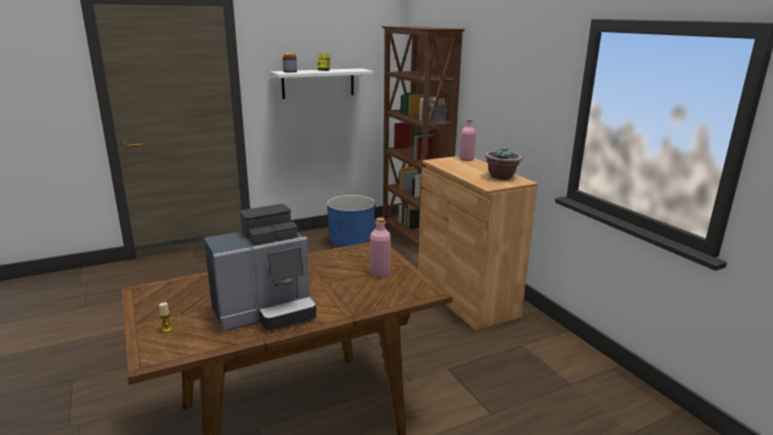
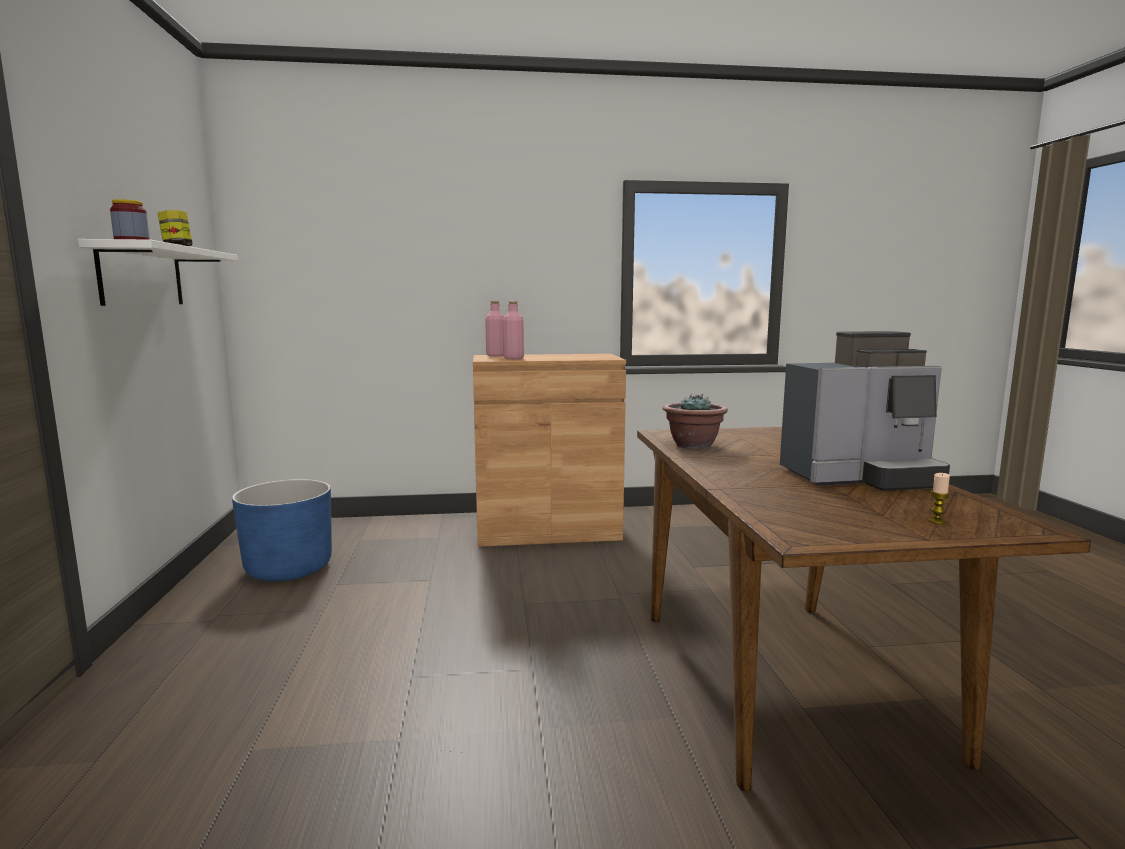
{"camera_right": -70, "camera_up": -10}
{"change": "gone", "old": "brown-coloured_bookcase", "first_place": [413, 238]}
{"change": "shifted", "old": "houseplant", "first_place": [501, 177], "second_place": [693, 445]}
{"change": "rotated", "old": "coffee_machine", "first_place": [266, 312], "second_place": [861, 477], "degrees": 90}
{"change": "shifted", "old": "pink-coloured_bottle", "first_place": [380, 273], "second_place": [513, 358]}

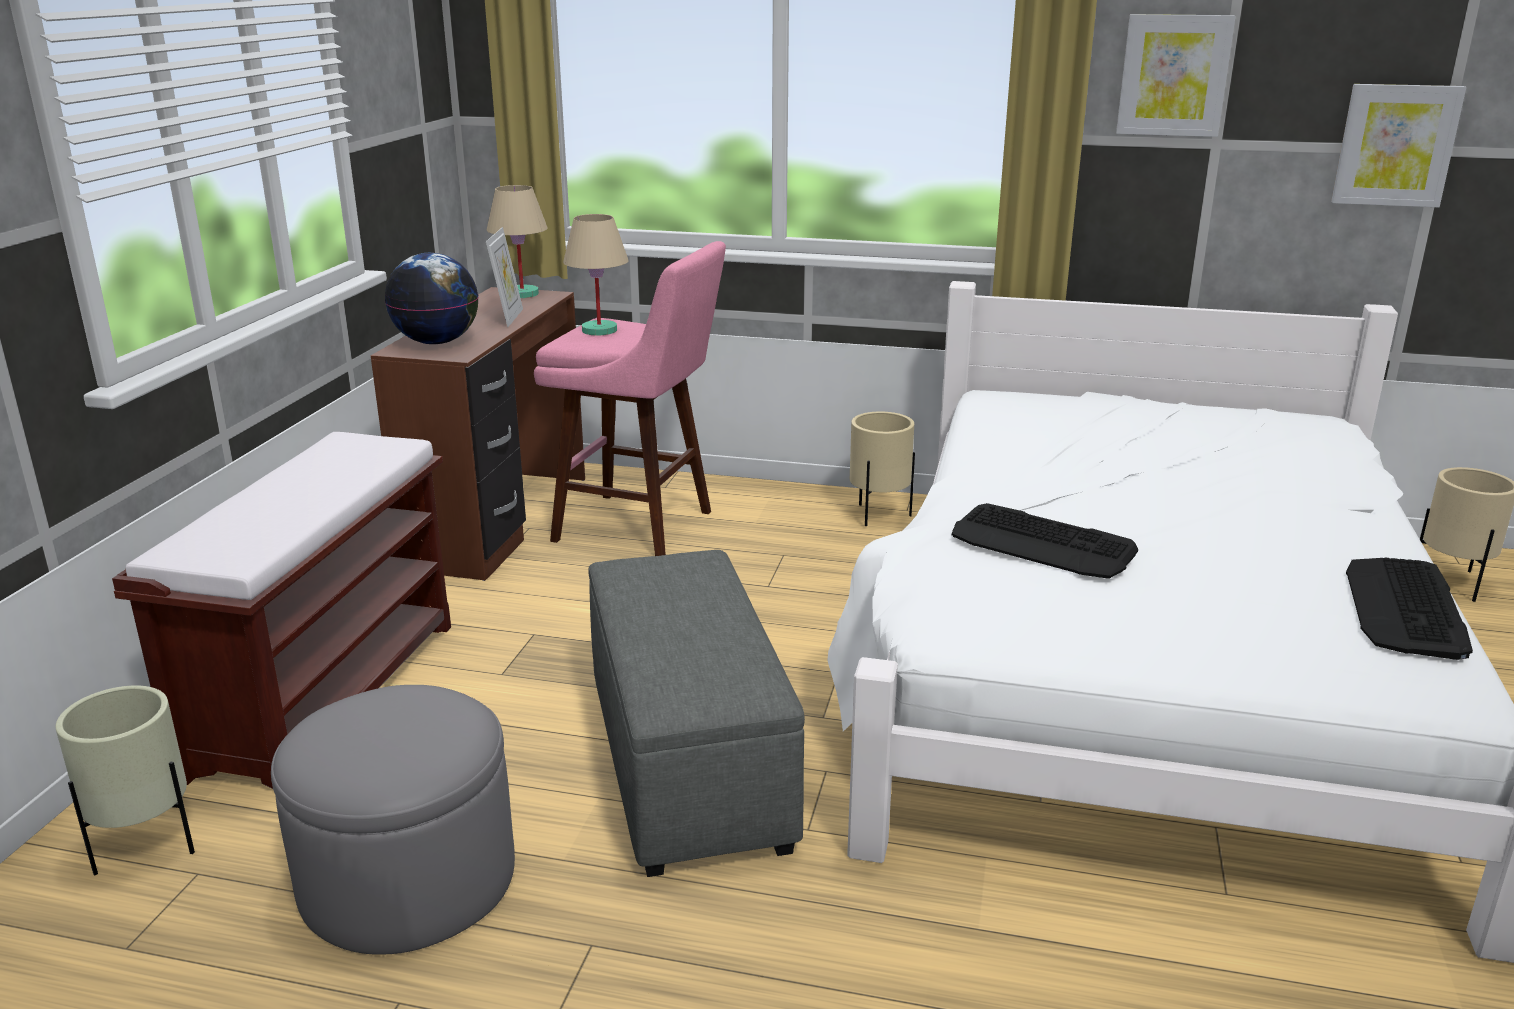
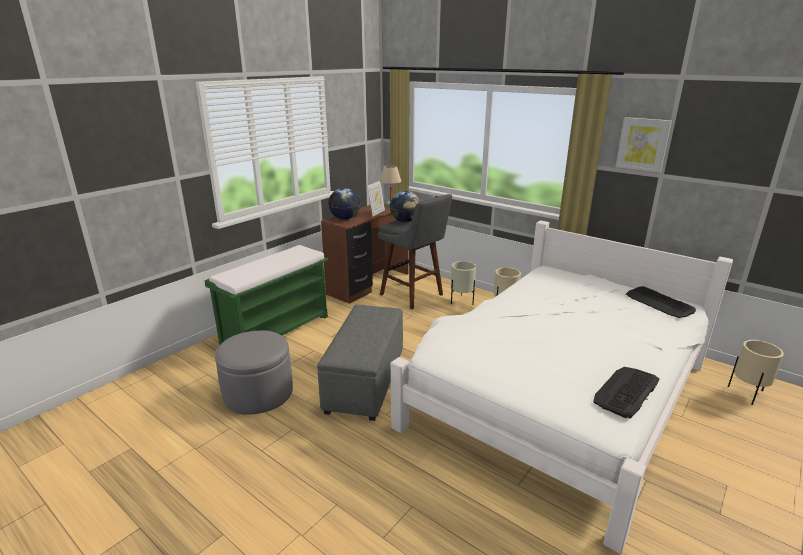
{"camera_right": 25, "camera_up": 0}
{"change": "gone", "old": "picture", "first_place": [1395, 145]}
{"change": "swapped", "old": "beige-coloured_lamp_for_a_table", "new": "world_globe", "first_place": [600, 330], "second_place": [405, 221]}
{"change": "repainted", "old": "pink-coloured_sitting_stool", "new": "gray_sitting_stool", "first_place": [641, 527], "second_place": [413, 295]}
{"change": "repainted", "old": "brown-coloured_indoor_bench", "new": "greenish_indoor_bench", "first_place": [327, 695], "second_place": [277, 330]}
{"change": "shifted", "old": "computer_keyboard", "first_place": [1042, 544], "second_place": [659, 303]}
{"change": "shifted", "old": "beige-coloured_flower_pot", "first_place": [145, 847], "second_place": [461, 301]}

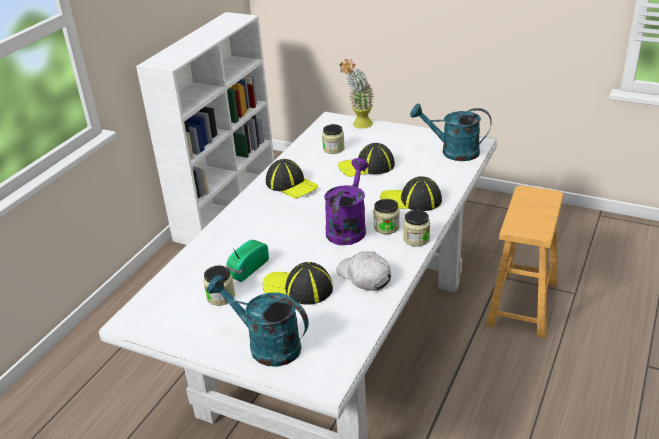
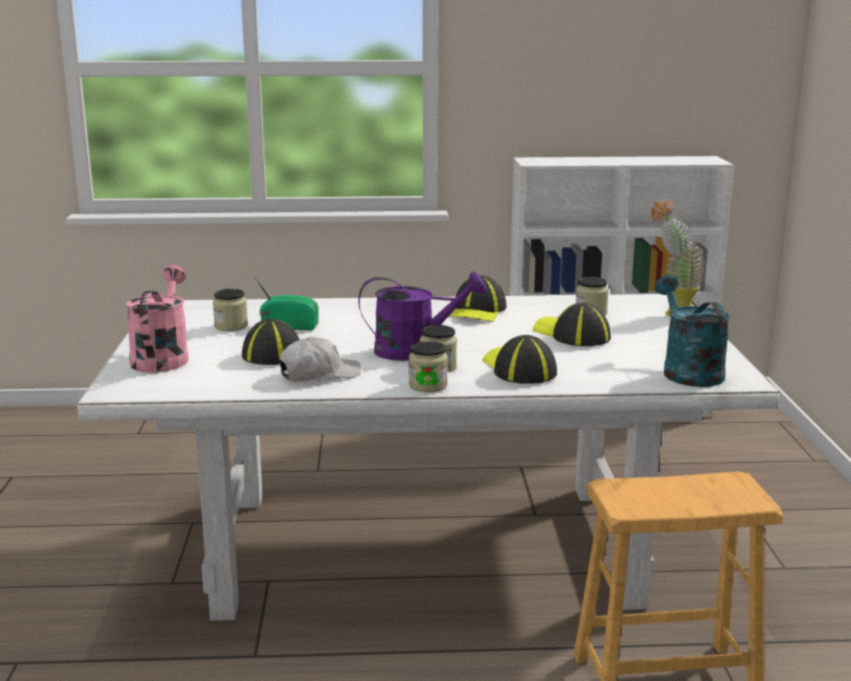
{"camera_right": 60, "camera_up": -15}
{"change": "rotated", "old": "white-coloured_baseball_cap", "first_place": [364, 277], "second_place": [319, 374], "degrees": 45}
{"change": "repainted", "old": "turquoise_sprinkling_can", "new": "pink-coloured_sprinkling_can", "first_place": [266, 345], "second_place": [162, 357]}

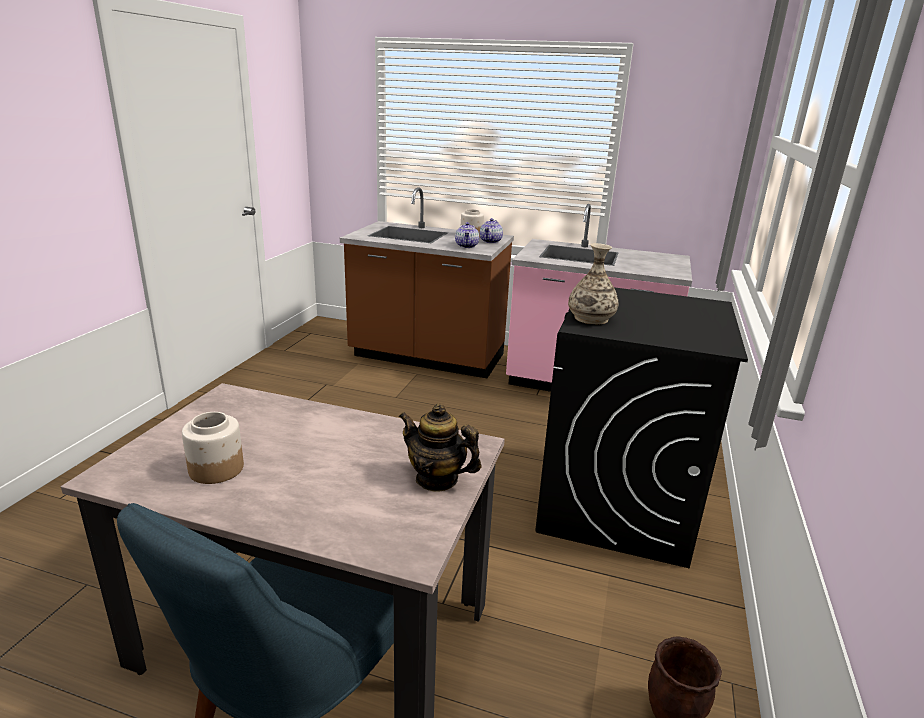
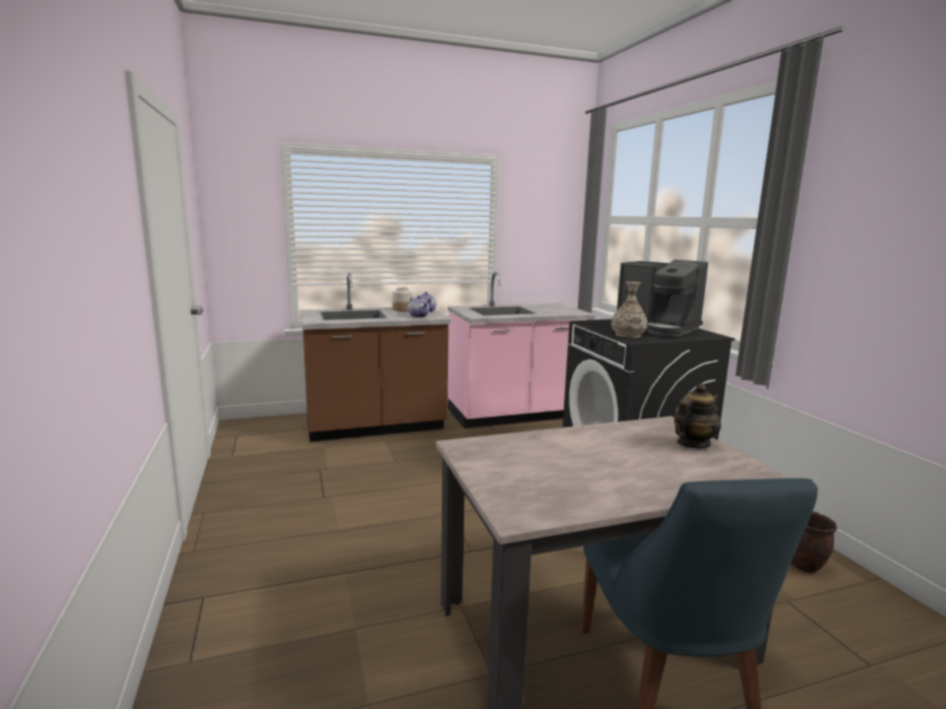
{"camera_right": -35, "camera_up": -10}
{"change": "rotated", "old": "teapot", "first_place": [437, 479], "second_place": [693, 443], "degrees": 150}
{"change": "gone", "old": "jar", "first_place": [216, 469]}
{"change": "new", "new": "coffee_machine", "second_place": [658, 328]}

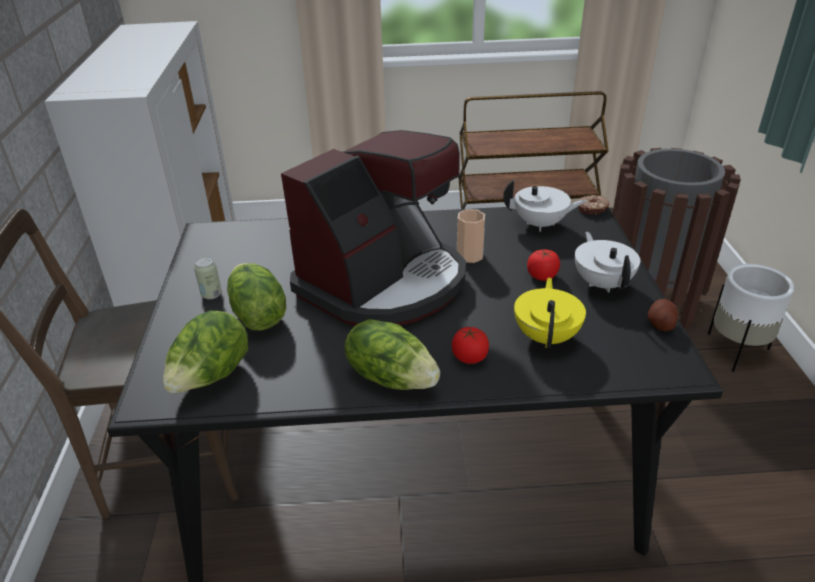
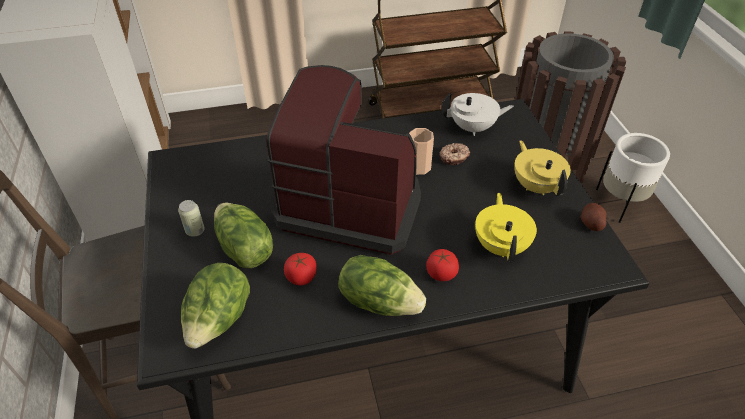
{"camera_right": -10, "camera_up": 10}
{"change": "rotated", "old": "coffee_machine", "first_place": [384, 283], "second_place": [350, 203], "degrees": -105}
{"change": "shifted", "old": "ring_doughnut", "first_place": [592, 209], "second_place": [454, 158]}
{"change": "repainted", "old": "white-coloured_teapot", "new": "yellow-coloured_teapot", "first_place": [602, 283], "second_place": [536, 186]}
{"change": "shifted", "old": "tomato", "first_place": [542, 276], "second_place": [301, 277]}

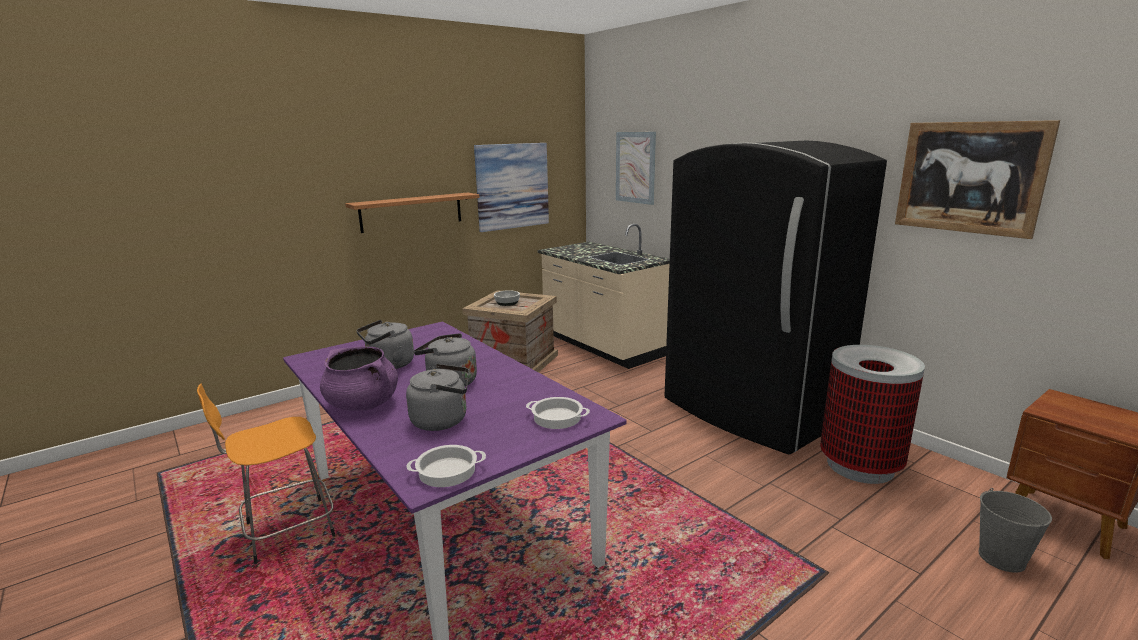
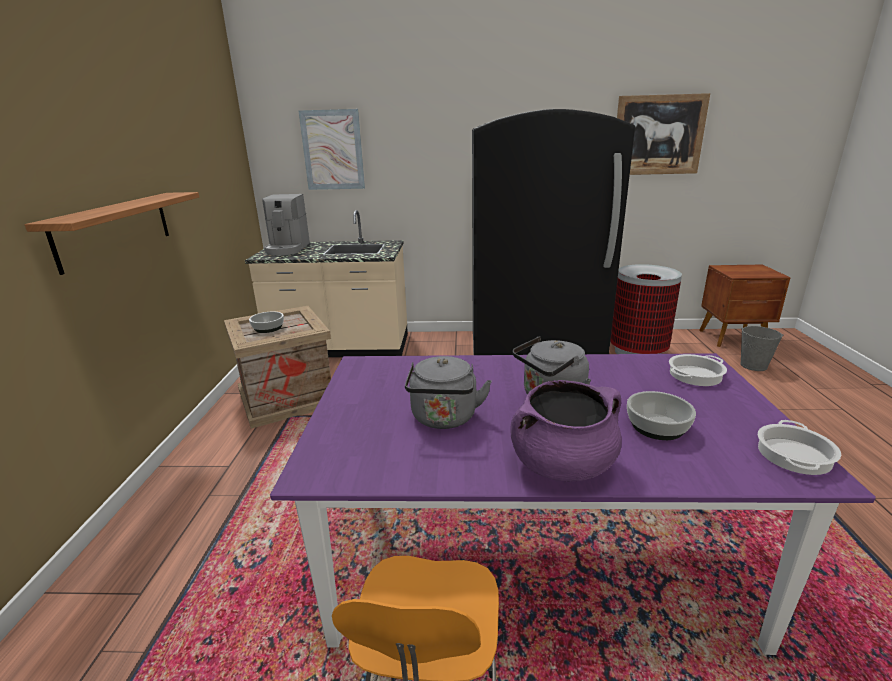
{"camera_right": -50, "camera_up": 5}
{"change": "gone", "old": "picture", "first_place": [512, 186]}
{"change": "swapped", "old": "gray_tea_kettle", "new": "bowl", "first_place": [443, 420], "second_place": [658, 426]}
{"change": "new", "new": "coffee_machine", "second_place": [287, 249]}

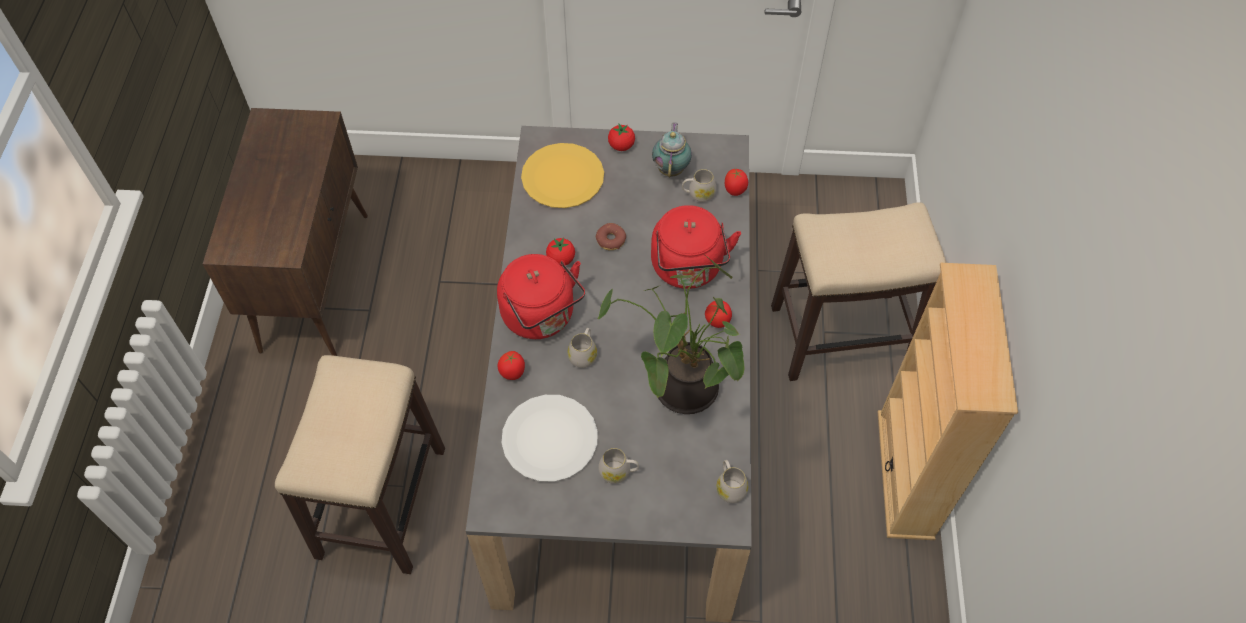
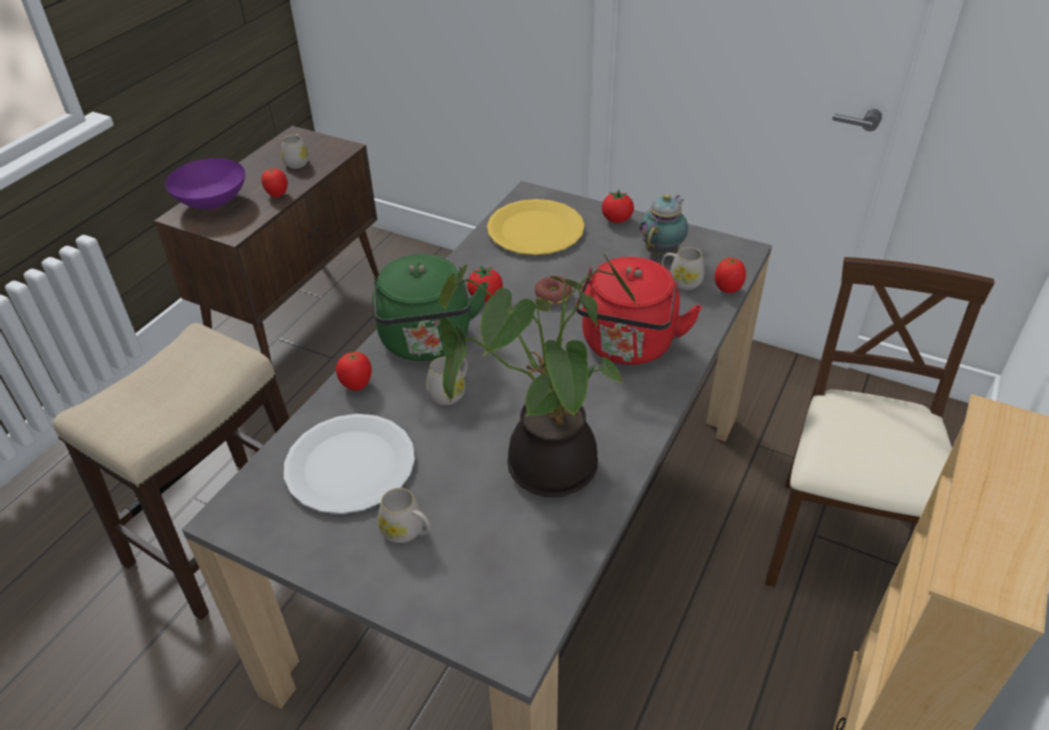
{"camera_right": 25, "camera_up": -15}
{"change": "swapped", "old": "sitting_stool", "new": "beige-coloured_chair", "first_place": [842, 335], "second_place": [838, 546]}
{"change": "repainted", "old": "red_tea_kettle", "new": "greenish_tea_kettle", "first_place": [541, 317], "second_place": [427, 342]}
{"change": "shifted", "old": "tomato", "first_place": [717, 322], "second_place": [277, 195]}
{"change": "shifted", "old": "white-coloured_tea_mug", "first_place": [729, 487], "second_place": [298, 161]}
{"change": "new", "new": "purple-coloured_bowl", "second_place": [211, 202]}

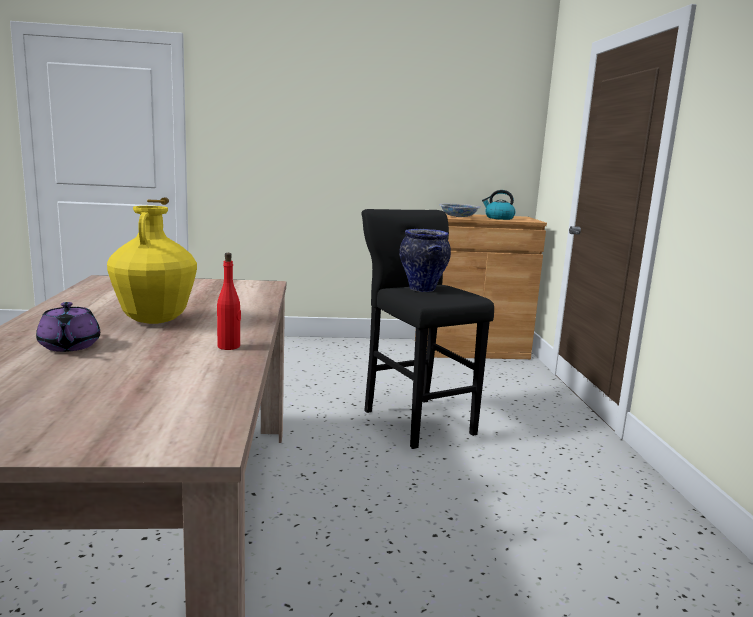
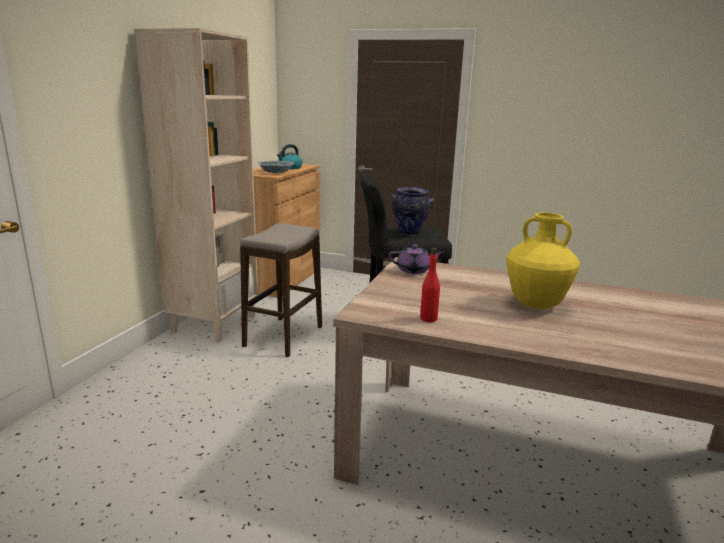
{"camera_right": -65, "camera_up": 5}
{"change": "shifted", "old": "red_bottle", "first_place": [229, 346], "second_place": [428, 319]}
{"change": "shifted", "old": "purple-coloured_teapot", "first_place": [69, 346], "second_place": [414, 270]}
{"change": "new", "new": "beige-coloured_bookcase", "second_place": [214, 323]}
{"change": "new", "new": "sitting_stool", "second_place": [283, 337]}

